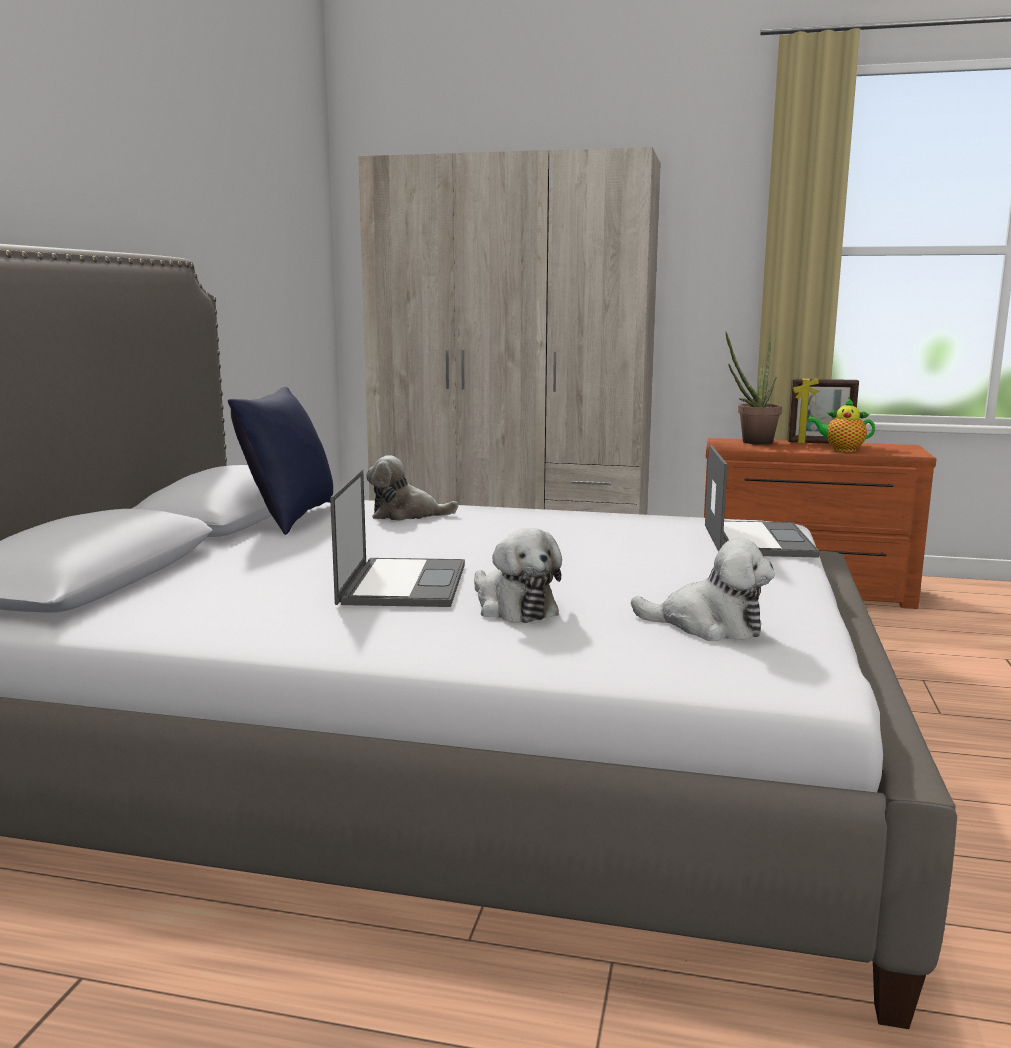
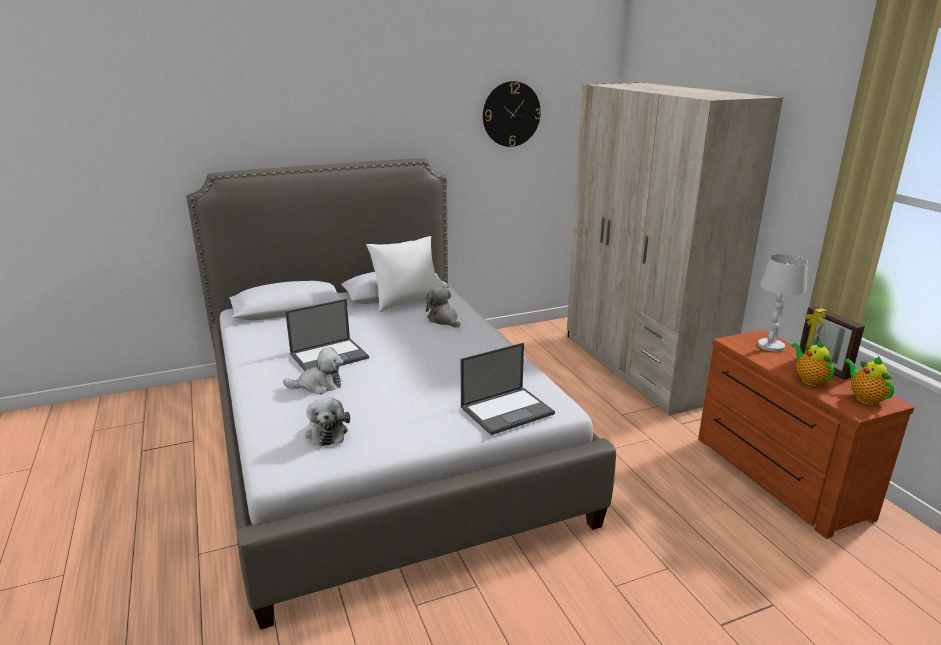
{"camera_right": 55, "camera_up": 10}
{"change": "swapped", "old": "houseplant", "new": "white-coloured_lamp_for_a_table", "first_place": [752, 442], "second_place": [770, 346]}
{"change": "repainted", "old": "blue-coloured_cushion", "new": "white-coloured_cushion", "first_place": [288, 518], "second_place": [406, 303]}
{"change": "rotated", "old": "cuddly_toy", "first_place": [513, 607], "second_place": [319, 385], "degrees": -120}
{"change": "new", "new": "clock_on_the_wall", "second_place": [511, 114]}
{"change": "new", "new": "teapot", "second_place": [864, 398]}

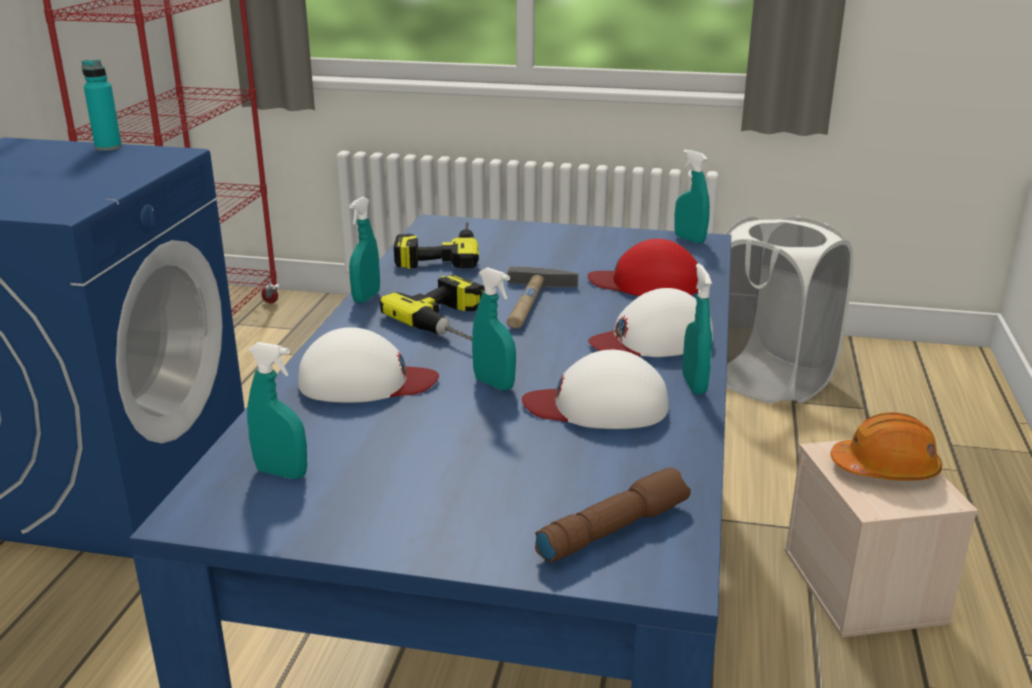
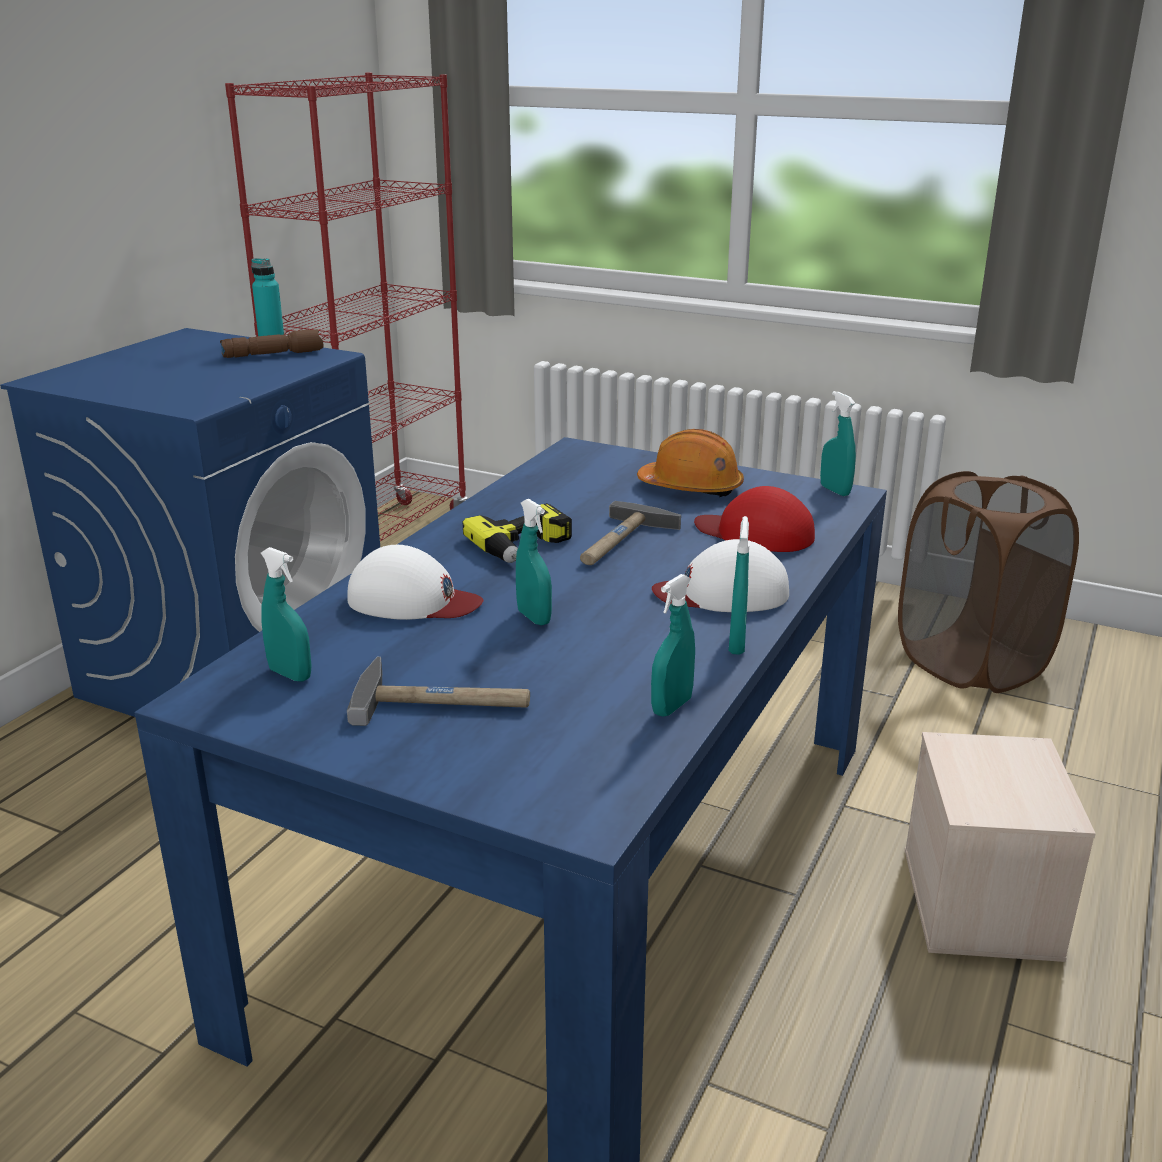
{"camera_right": 15, "camera_up": 0}
{"change": "shifted", "old": "turquoise_hand_sprayer", "first_place": [366, 297], "second_place": [671, 706]}
{"change": "repainted", "old": "white-coloured_hamper", "new": "brown-coloured_hamper", "first_place": [769, 380], "second_place": [971, 663]}
{"change": "gone", "old": "drill", "first_place": [438, 252]}
{"change": "gone", "old": "white-coloured_baseball_cap", "first_place": [598, 406]}
{"change": "shifted", "old": "orange-coloured_work_helmet", "first_place": [885, 468], "second_place": [691, 487]}
{"change": "shifted", "old": "brown-coloured_flashlight", "first_place": [612, 528], "second_place": [274, 354]}
{"change": "new", "new": "hammer", "second_place": [443, 701]}

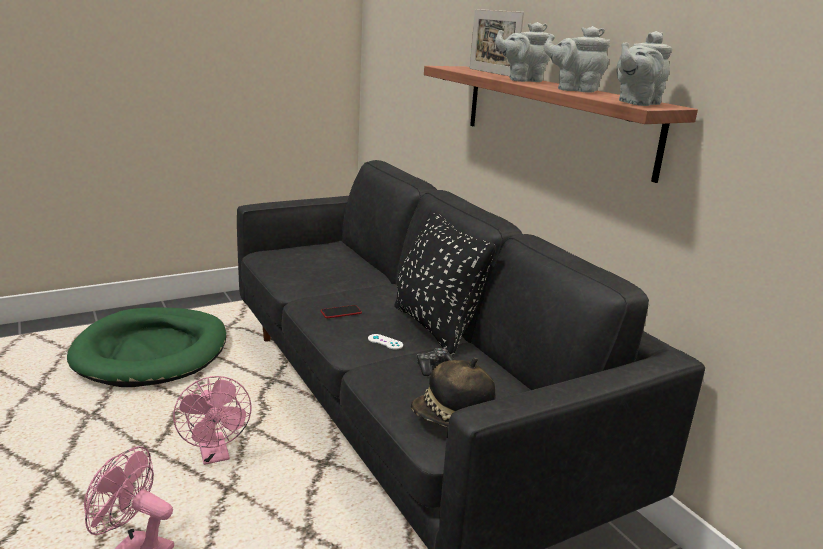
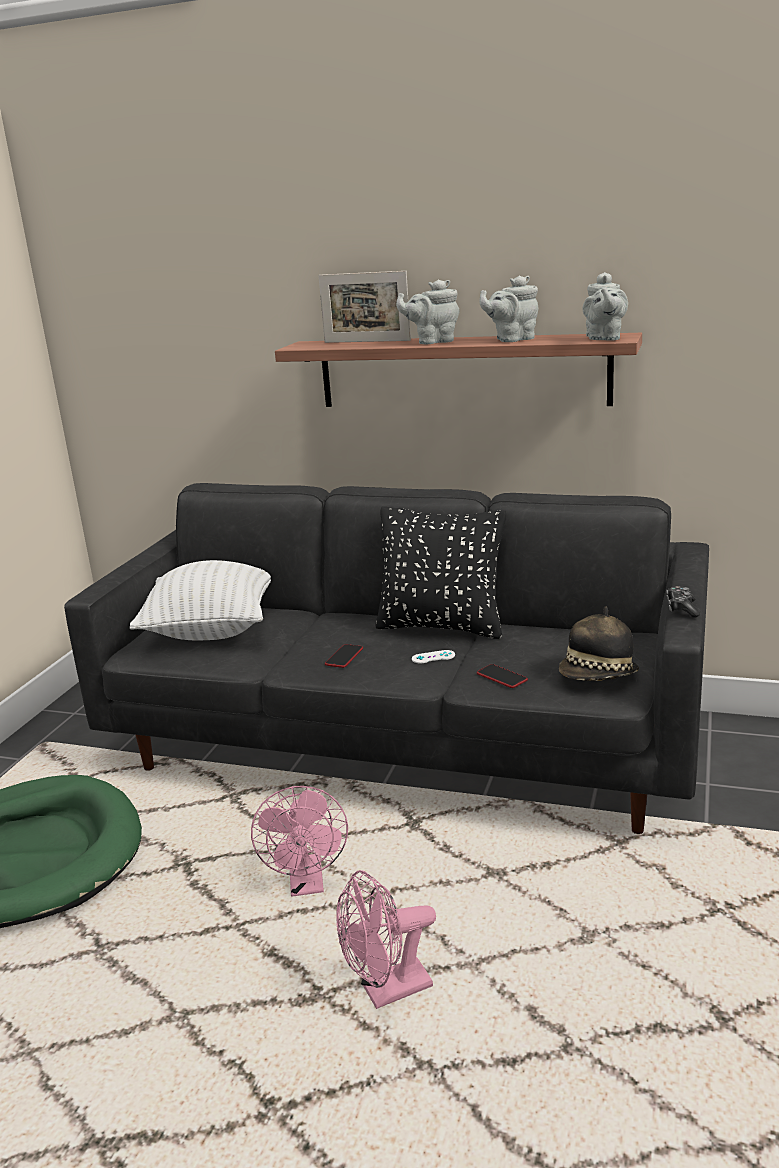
{"camera_right": -40, "camera_up": 0}
{"change": "rotated", "old": "gray_teapot", "first_place": [522, 80], "second_place": [433, 341], "degrees": 45}
{"change": "shifted", "old": "game_controller", "first_place": [434, 367], "second_place": [682, 608]}
{"change": "rotated", "old": "pink-coloured_cooling_fan", "first_place": [215, 455], "second_place": [307, 885], "degrees": 60}
{"change": "new", "new": "white-coloured_cushion", "second_place": [211, 630]}
{"change": "new", "new": "telephone", "second_place": [502, 677]}

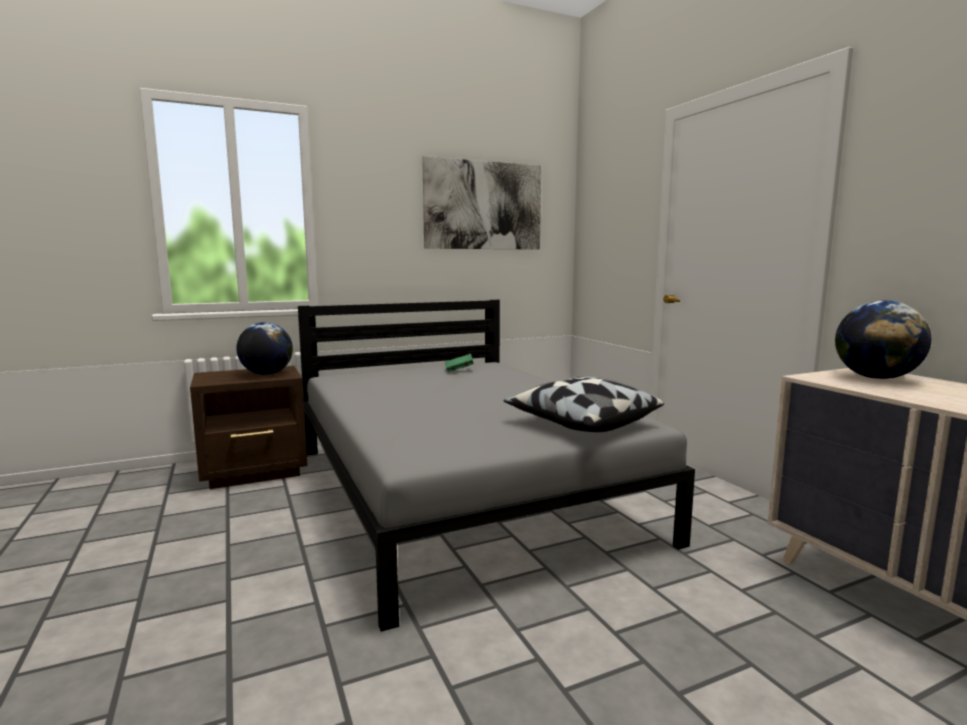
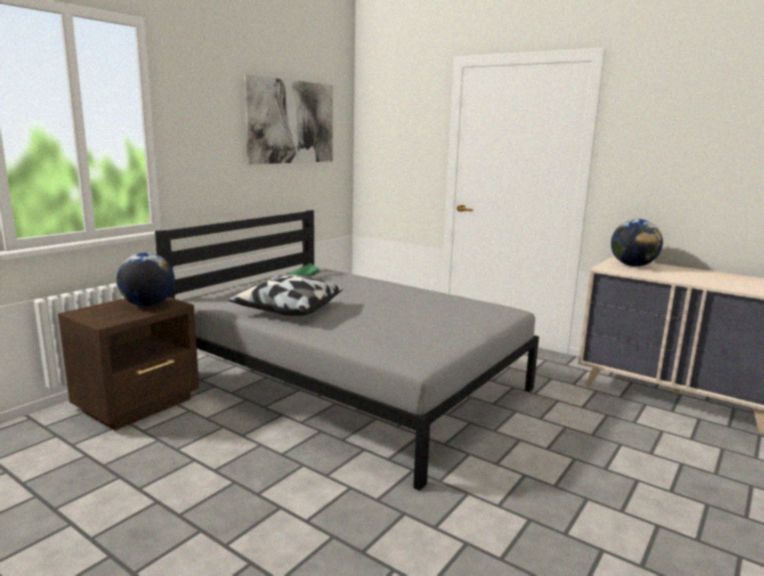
{"camera_right": -30, "camera_up": 5}
{"change": "shifted", "old": "cushion", "first_place": [581, 423], "second_place": [287, 310]}

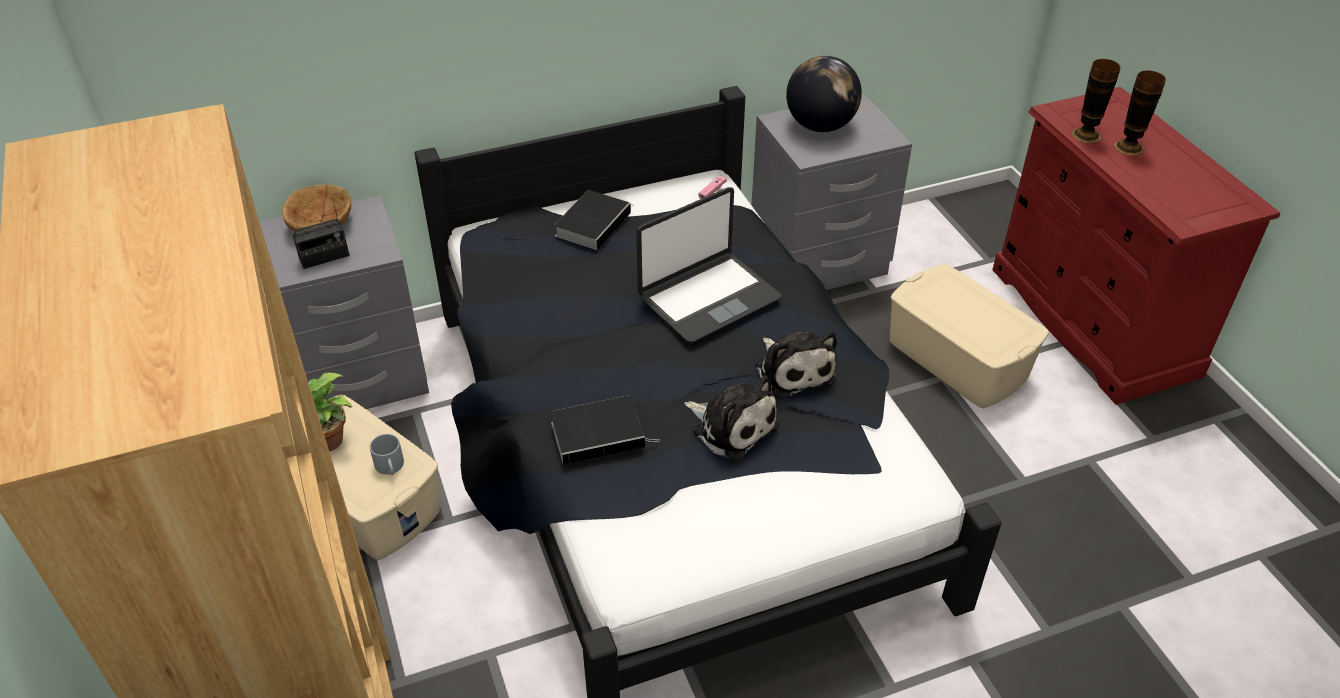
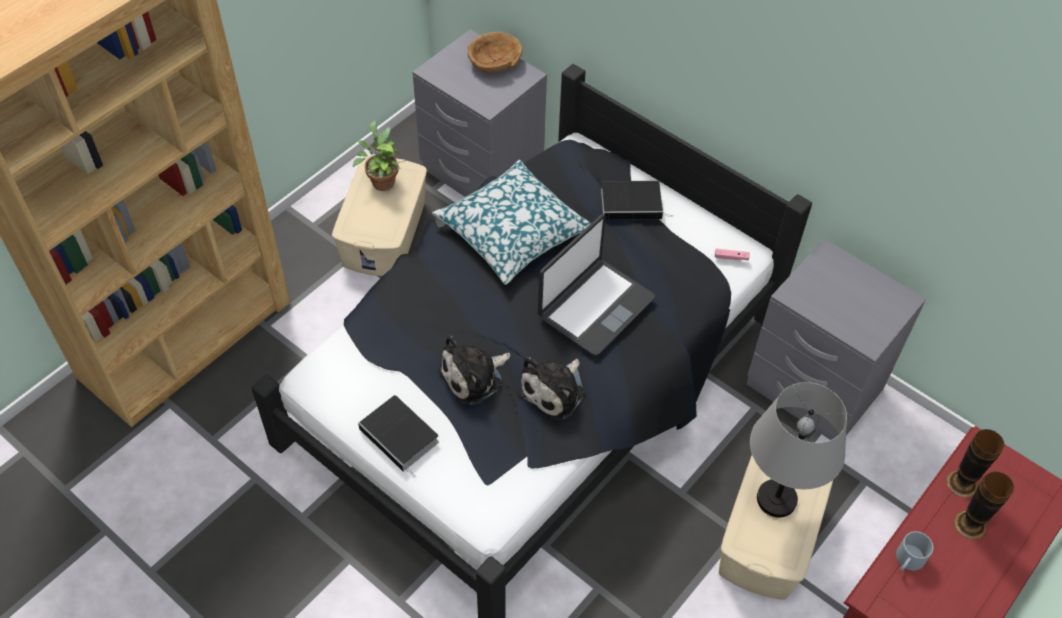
{"camera_right": 60, "camera_up": 10}
{"change": "gone", "old": "world_globe", "first_place": [820, 126]}
{"change": "rotated", "old": "portable_computer", "first_place": [708, 298], "second_place": [595, 307], "degrees": -75}
{"change": "gone", "old": "radio", "first_place": [324, 257]}
{"change": "rotated", "old": "cuddly_toy", "first_place": [731, 426], "second_place": [474, 376], "degrees": 45}
{"change": "shifted", "old": "bound_book", "first_place": [600, 433], "second_place": [401, 437]}
{"change": "shifted", "old": "gray_tea_mug", "first_place": [391, 467], "second_place": [908, 561]}
{"change": "new", "new": "cushion", "second_place": [512, 231]}
{"change": "new", "new": "gray_lamp_for_a_table", "second_place": [775, 499]}

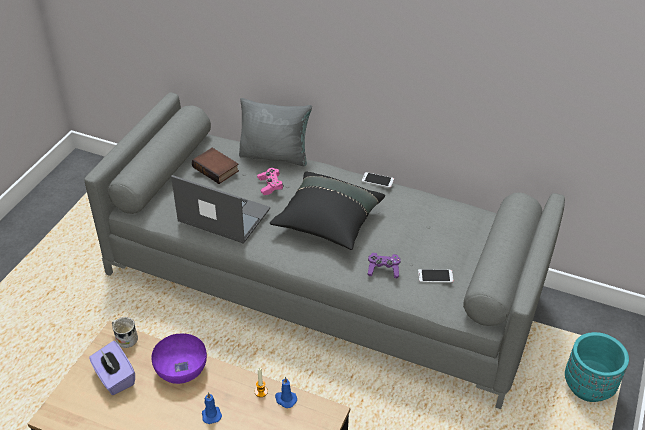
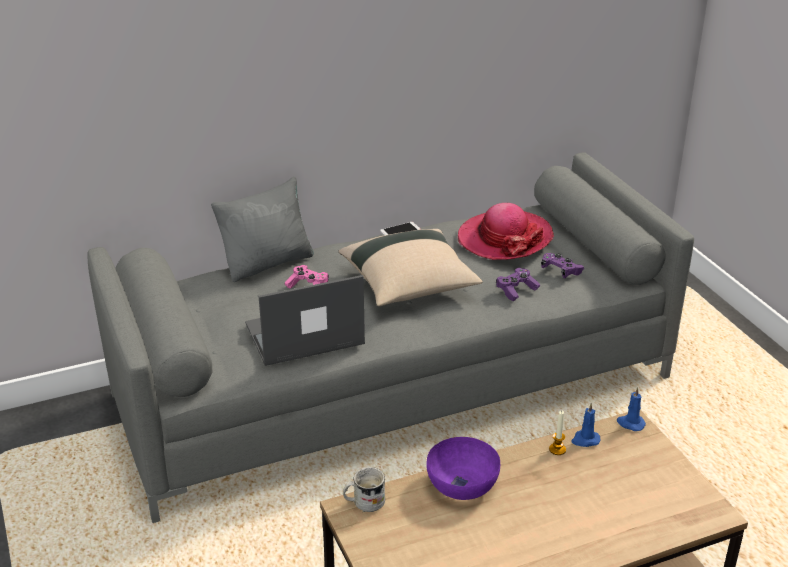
{"camera_right": -45, "camera_up": -10}
{"change": "gone", "old": "bound_book", "first_place": [217, 169]}
{"change": "repainted", "old": "blackish_cushion", "new": "beige-coloured_cushion", "first_place": [327, 222], "second_place": [409, 286]}
{"change": "swapped", "old": "telephone", "new": "purple-coloured_game_controller", "first_place": [435, 276], "second_place": [561, 271]}
{"change": "gone", "old": "turquoise_flower_pot", "first_place": [587, 387]}
{"change": "gone", "old": "purple-coloured_tissue_holder", "first_place": [114, 378]}
{"change": "shifted", "old": "blue-coloured_wax_light", "first_place": [211, 414], "second_place": [630, 423]}
{"change": "new", "new": "wearable_hat", "second_place": [504, 238]}

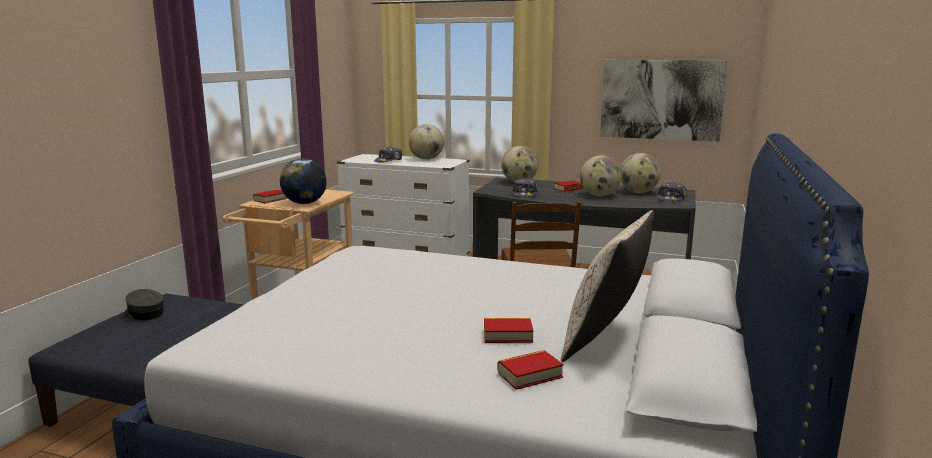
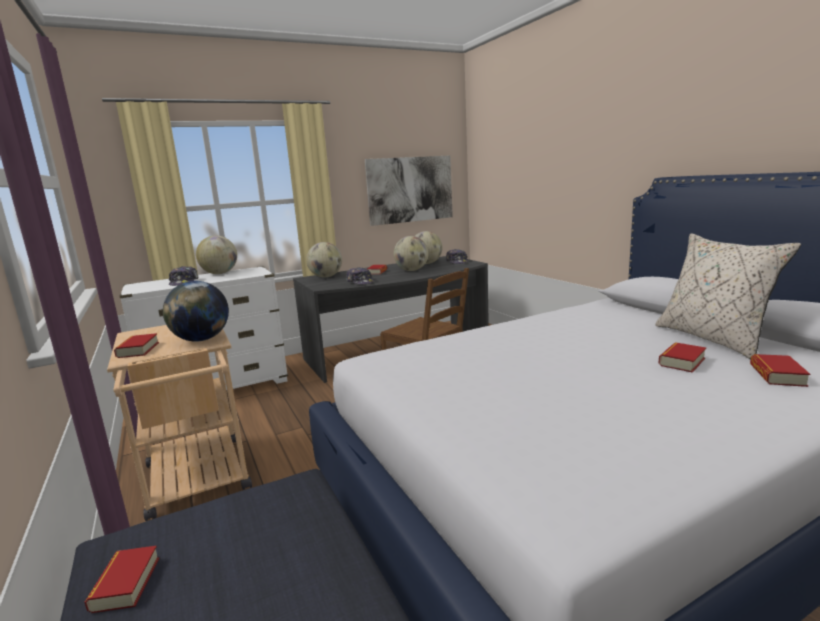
{"camera_right": -45, "camera_up": 0}
{"change": "swapped", "old": "gray_baseball_cap", "new": "bound_book", "first_place": [144, 313], "second_place": [126, 584]}

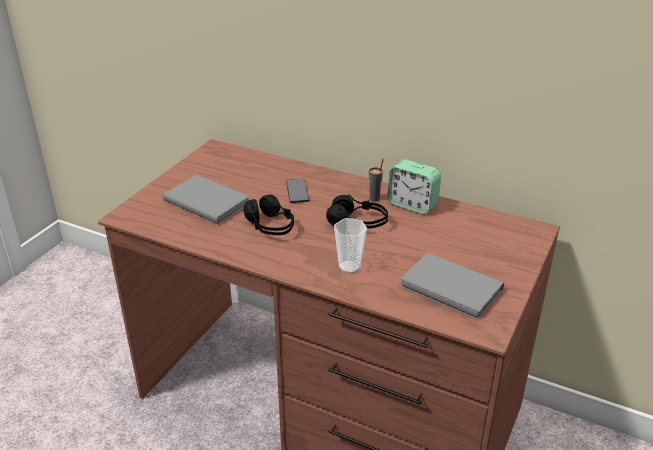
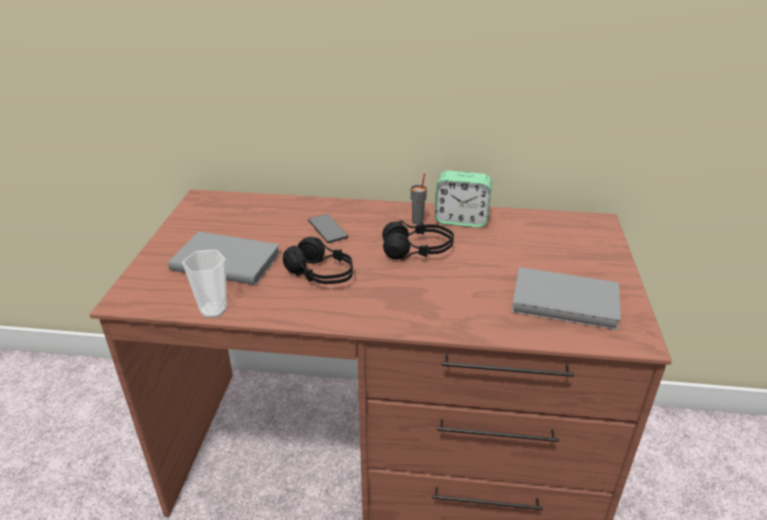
{"camera_right": -20, "camera_up": 0}
{"change": "shifted", "old": "cup", "first_place": [349, 267], "second_place": [213, 310]}

